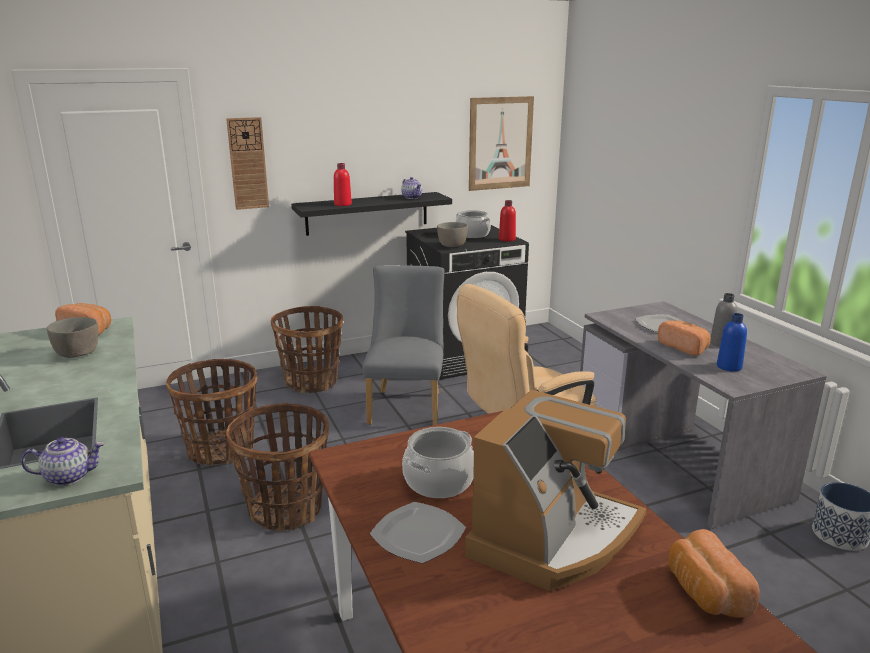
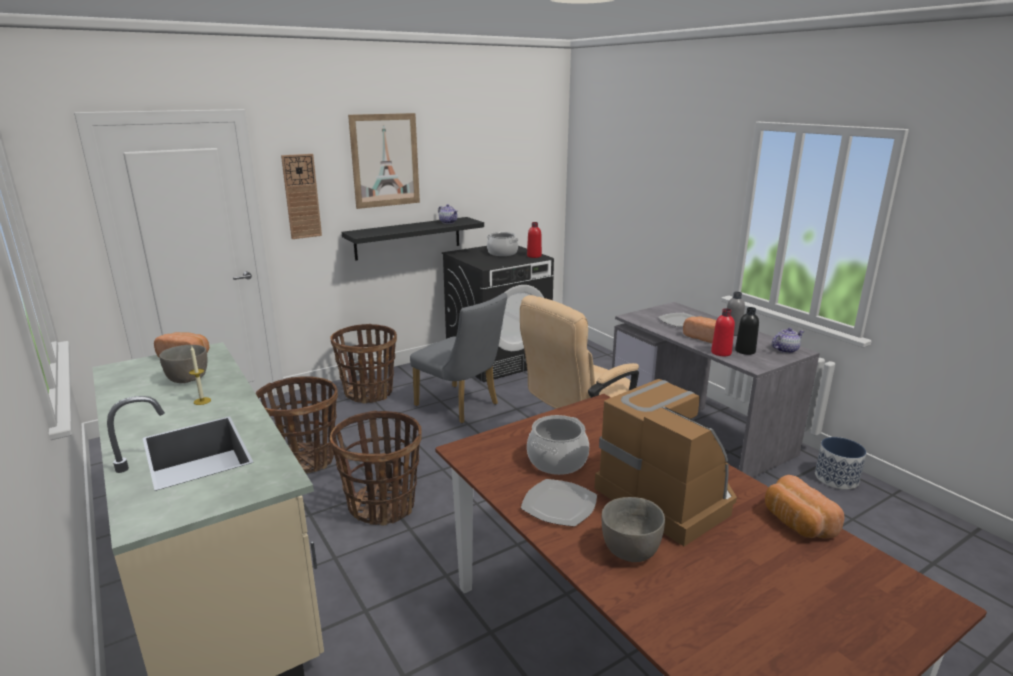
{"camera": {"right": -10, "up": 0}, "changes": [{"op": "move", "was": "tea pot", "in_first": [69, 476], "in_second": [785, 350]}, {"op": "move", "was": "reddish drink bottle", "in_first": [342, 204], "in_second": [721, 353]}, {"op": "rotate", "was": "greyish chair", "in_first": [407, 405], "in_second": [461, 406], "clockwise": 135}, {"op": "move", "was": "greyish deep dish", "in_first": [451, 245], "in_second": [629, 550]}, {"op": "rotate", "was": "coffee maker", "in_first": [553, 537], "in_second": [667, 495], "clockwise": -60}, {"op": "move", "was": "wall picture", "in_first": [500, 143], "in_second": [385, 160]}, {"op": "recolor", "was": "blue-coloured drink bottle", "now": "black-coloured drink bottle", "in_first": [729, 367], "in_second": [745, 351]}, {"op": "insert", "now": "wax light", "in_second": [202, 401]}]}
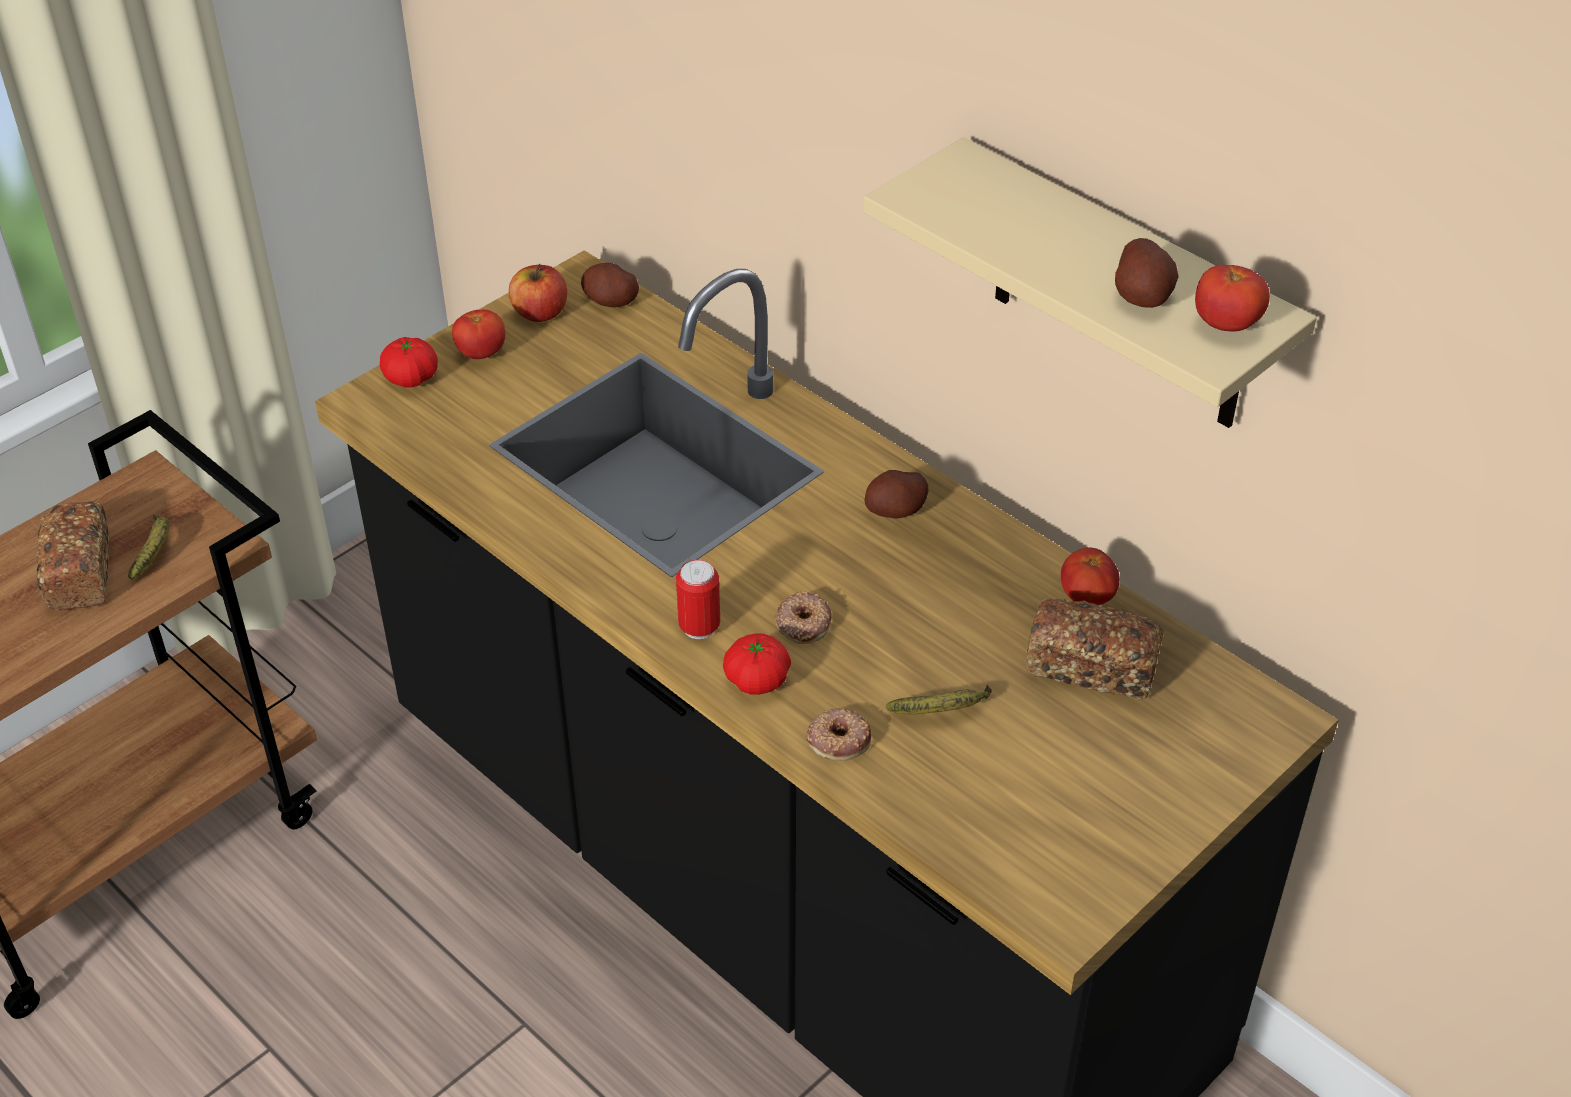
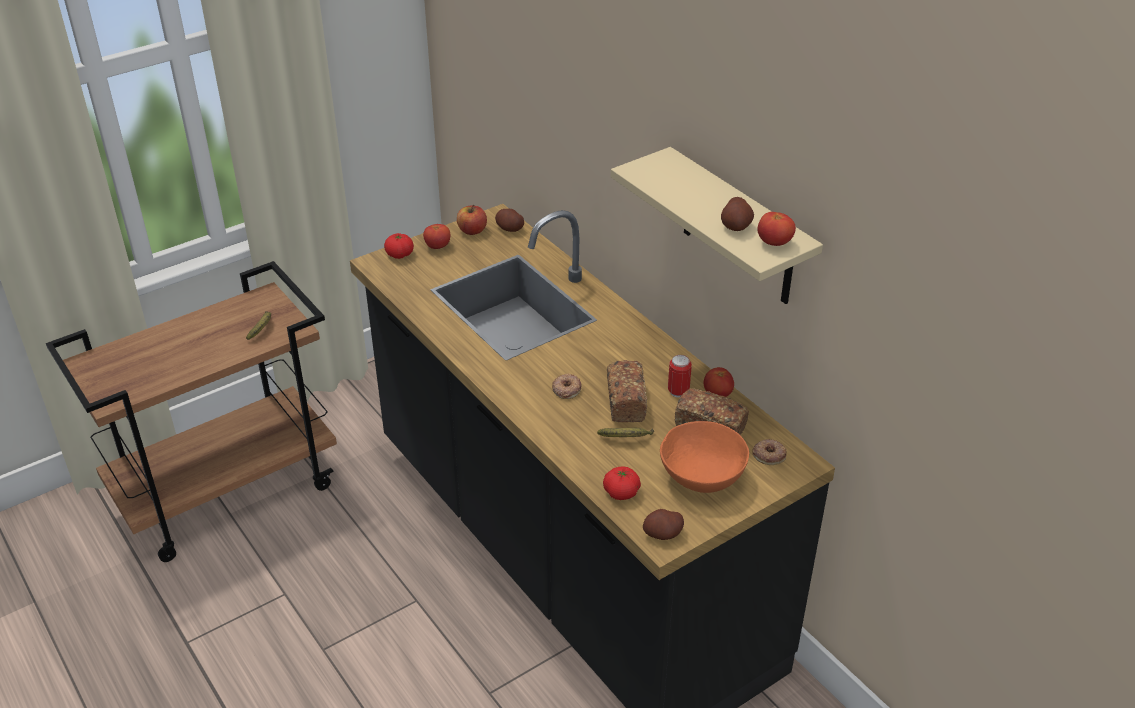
{"camera": {"right": 10, "up": -5}, "changes": [{"op": "move", "was": "baked bread", "in_first": [80, 572], "in_second": [625, 402]}, {"op": "move", "was": "sealed can", "in_first": [699, 627], "in_second": [678, 392]}, {"op": "move", "was": "tomato", "in_first": [757, 680], "in_second": [621, 492]}, {"op": "move", "was": "ring doughnut", "in_first": [838, 739], "in_second": [769, 454]}, {"op": "move", "was": "spud", "in_first": [896, 510], "in_second": [663, 534]}, {"op": "insert", "now": "orangey deep dish", "in_second": [702, 477]}]}
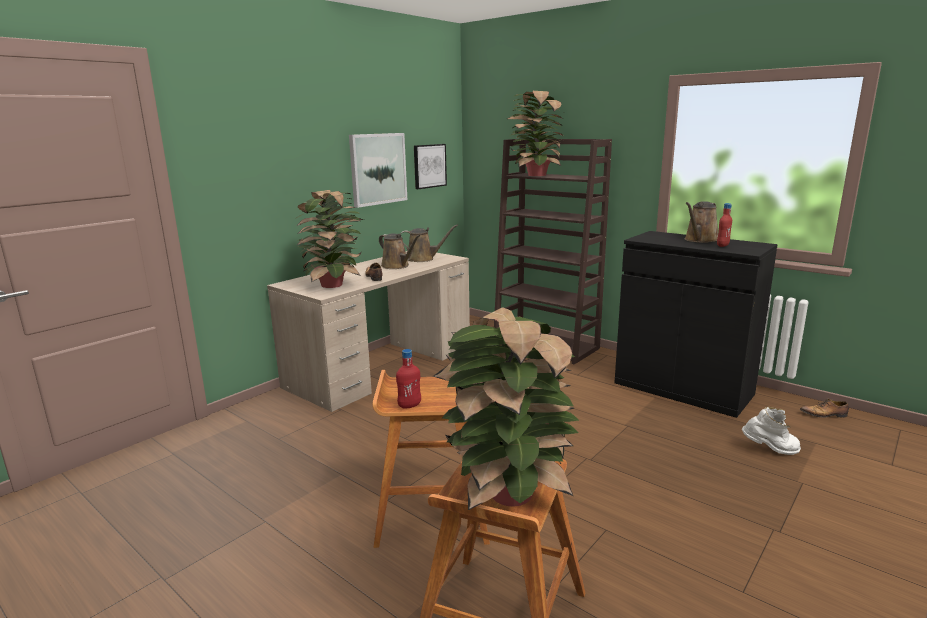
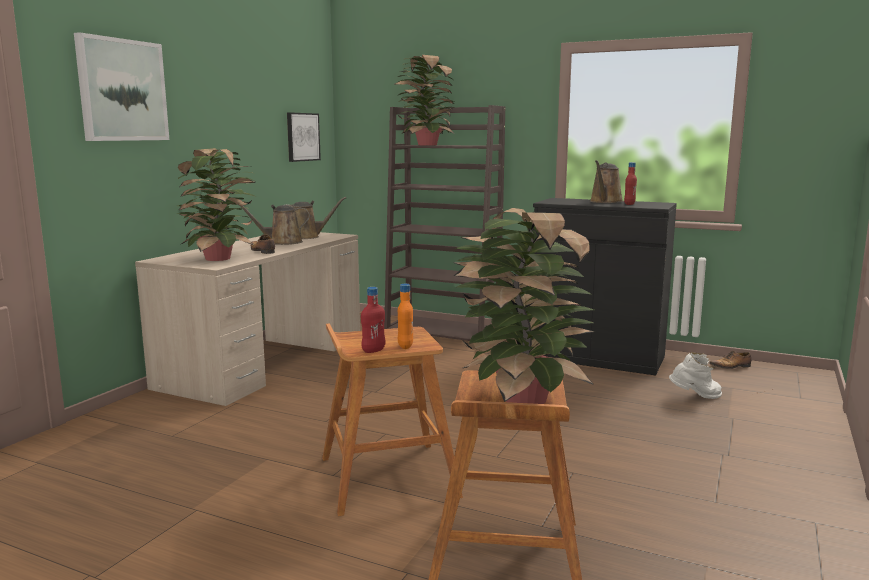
{"camera": {"right": -15, "up": -5}, "changes": [{"op": "move", "was": "wall picture", "in_first": [378, 169], "in_second": [122, 90]}, {"op": "rotate", "was": "brown-coloured sprinkling can", "in_first": [397, 266], "in_second": [281, 243], "clockwise": 135}, {"op": "insert", "now": "orangey drink bottle", "in_second": [405, 346]}]}
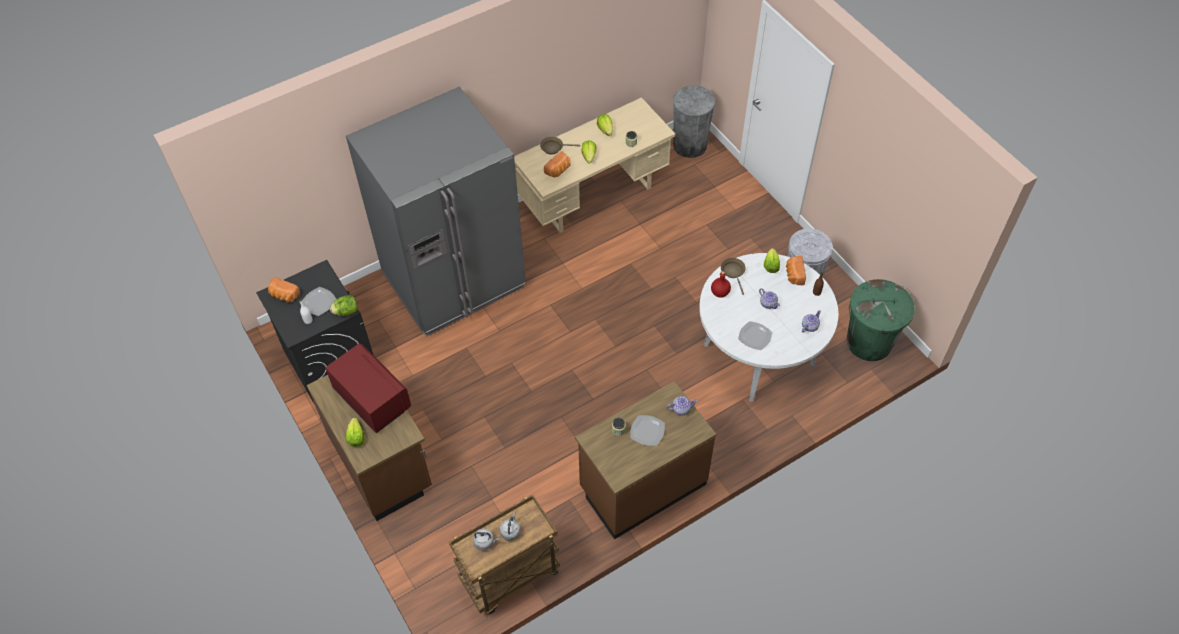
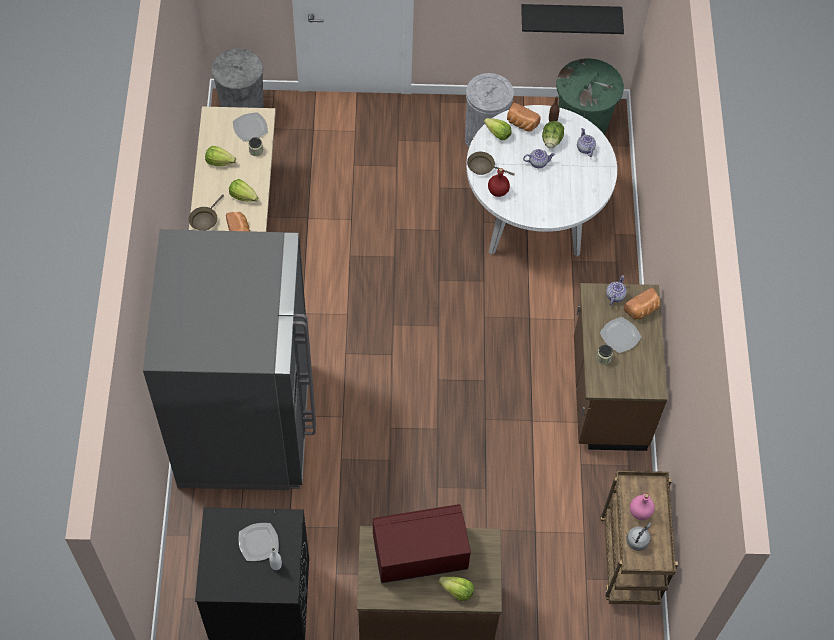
{"camera": {"right": -60, "up": 5}, "changes": [{"op": "move", "was": "baked bread", "in_first": [284, 296], "in_second": [642, 310]}, {"op": "move", "was": "lettuce head", "in_first": [346, 311], "in_second": [551, 140]}, {"op": "replace", "was": "greyish kettle", "now": "pink drink bottle", "in_first": [510, 531], "in_second": [639, 512]}, {"op": "move", "was": "dinner plate", "in_first": [755, 337], "in_second": [250, 128]}, {"op": "insert", "now": "black-coloured bracket shelf", "in_second": [570, 15]}]}
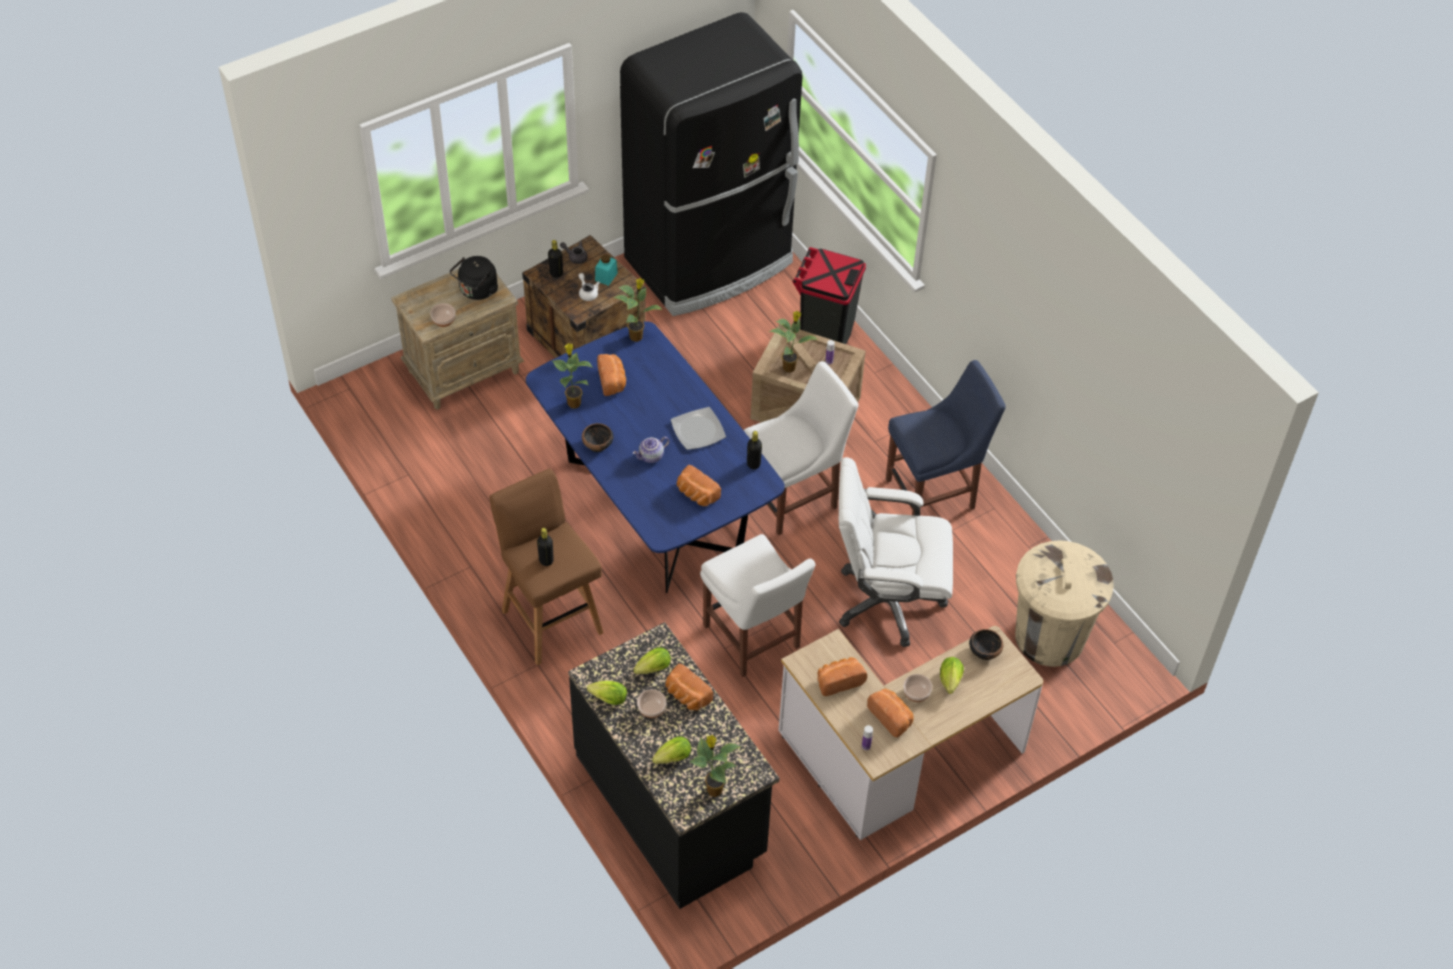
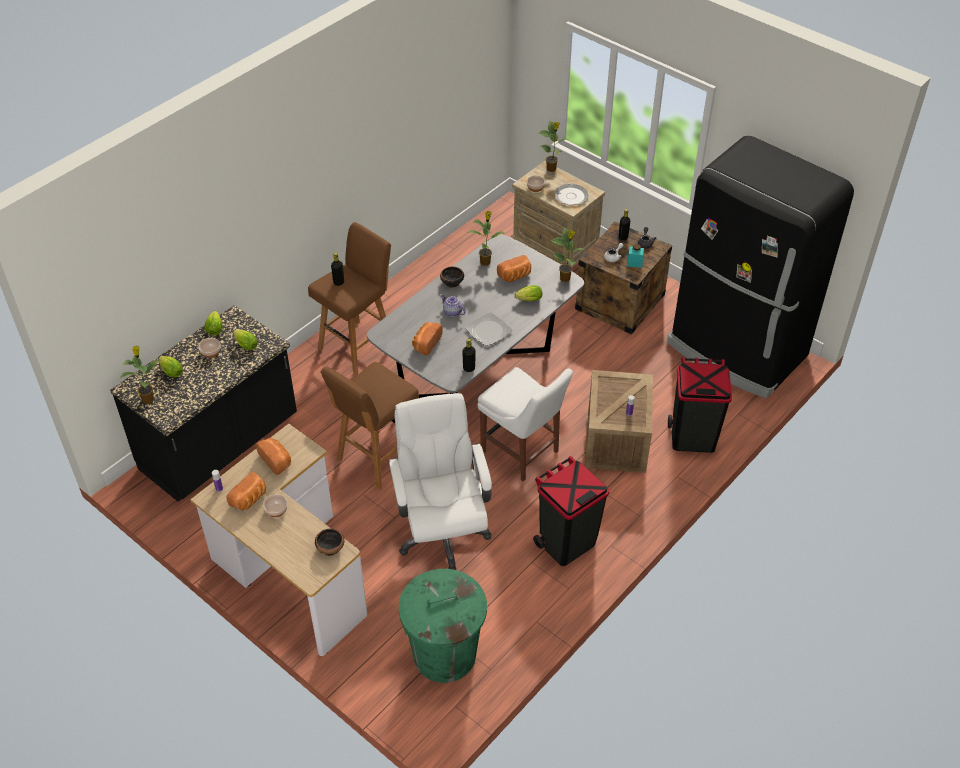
{"camera": {"right": 75, "up": -5}, "changes": [{"op": "replace", "was": "black-coloured kettle", "now": "dinner plate", "in_first": [477, 291], "in_second": [571, 196]}, {"op": "recolor", "was": "blue-coloured kitchen table", "now": "greyish kitchen table", "in_first": [654, 507], "in_second": [477, 375]}, {"op": "delete", "was": "baked bread", "in_first": [686, 696]}, {"op": "replace", "was": "white chair", "now": "brown-coloured stool seat", "in_first": [753, 640], "in_second": [376, 458]}, {"op": "move", "was": "plant in a pot", "in_first": [790, 367], "in_second": [551, 169]}, {"op": "replace", "was": "blue-coloured chair", "now": "black-coloured rubbish bin", "in_first": [934, 493], "in_second": [566, 543]}, {"op": "move", "was": "lettuce head", "in_first": [950, 682], "in_second": [528, 300]}, {"op": "recolor", "was": "sand-coloured rubbish bin", "now": "green rubbish bin", "in_first": [1049, 637], "in_second": [444, 654]}]}
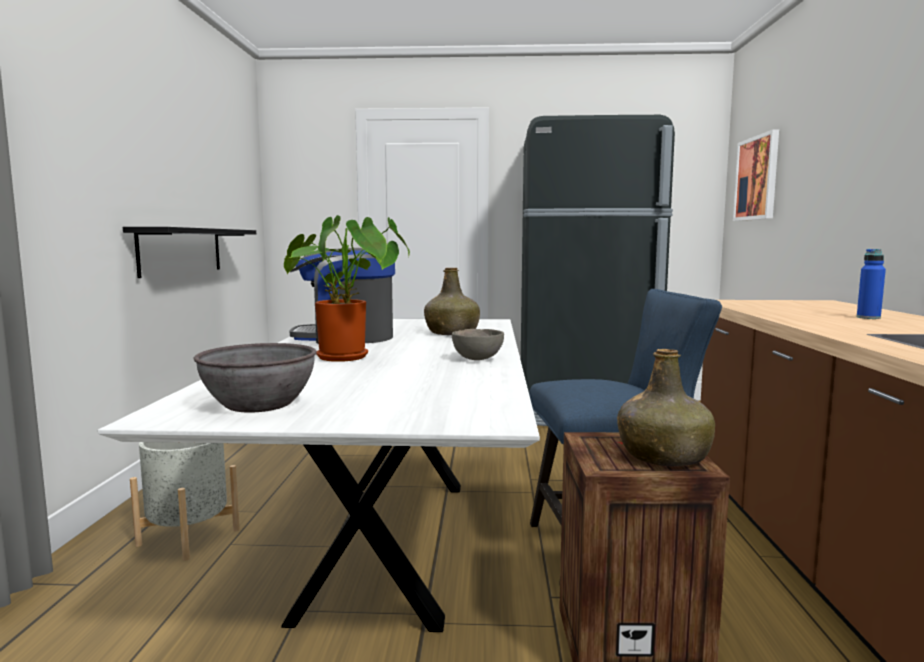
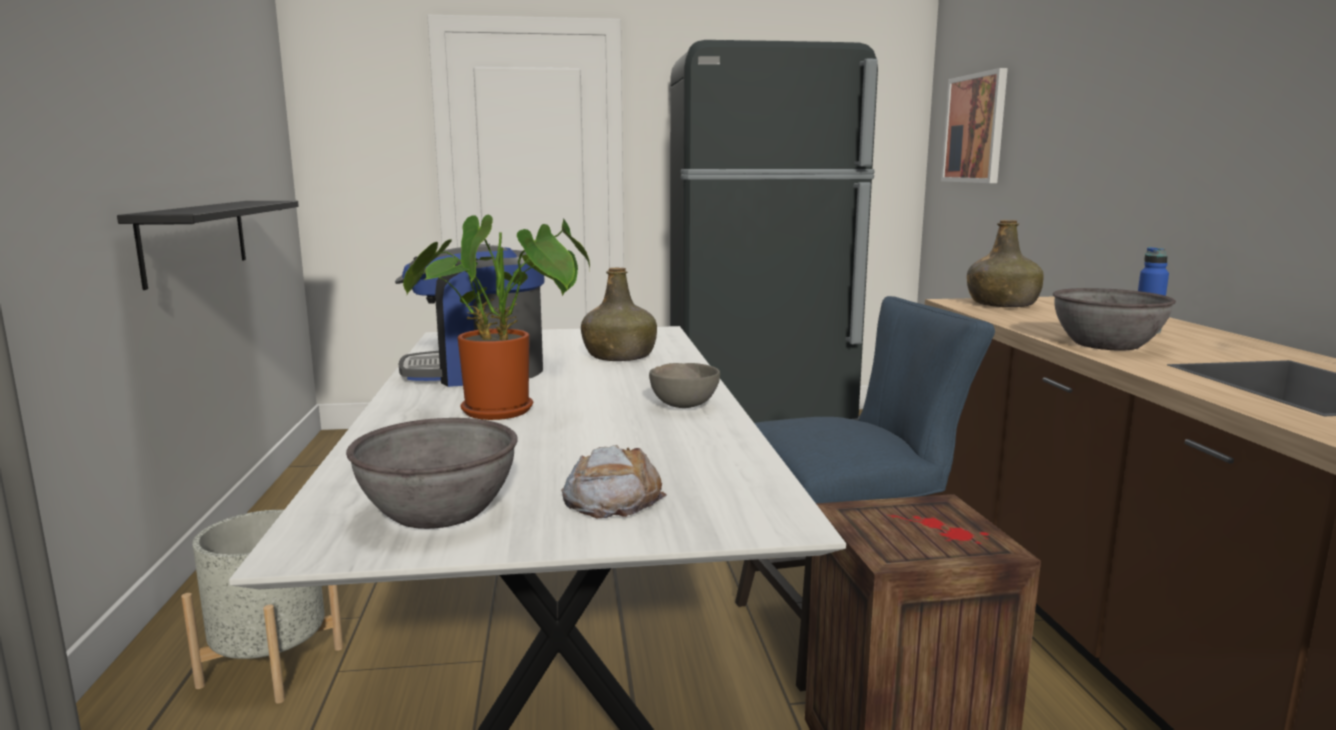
{"camera": {"right": -10, "up": 5}, "changes": [{"op": "move", "was": "green drink bottle", "in_first": [664, 456], "in_second": [1002, 304]}, {"op": "insert", "now": "baked bread", "in_second": [612, 497]}, {"op": "insert", "now": "greyish deep dish", "in_second": [1106, 344]}]}
